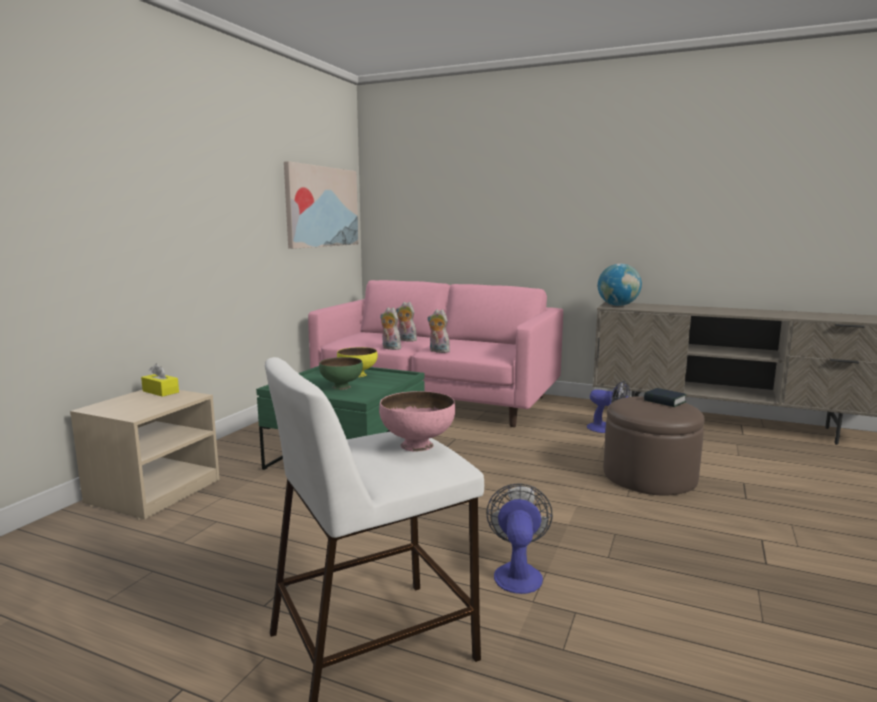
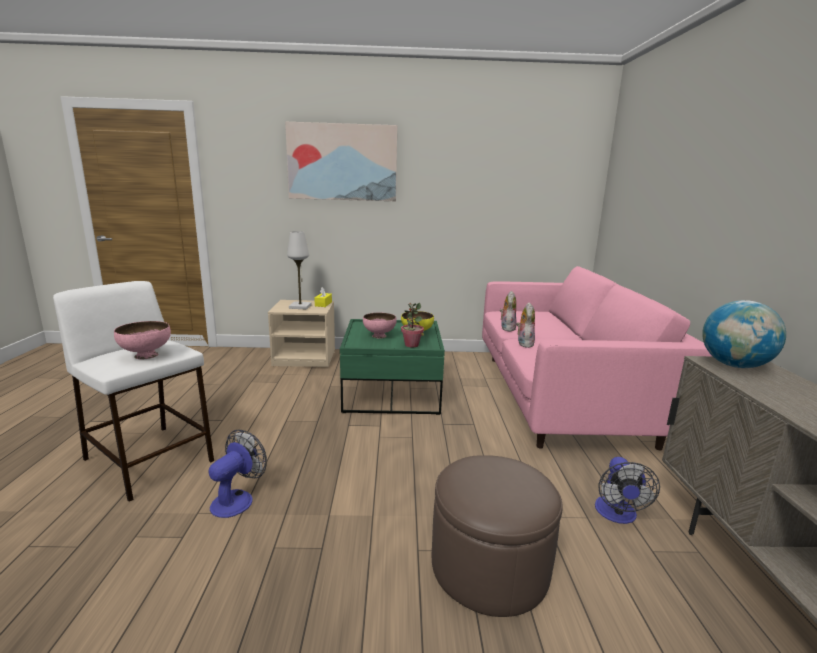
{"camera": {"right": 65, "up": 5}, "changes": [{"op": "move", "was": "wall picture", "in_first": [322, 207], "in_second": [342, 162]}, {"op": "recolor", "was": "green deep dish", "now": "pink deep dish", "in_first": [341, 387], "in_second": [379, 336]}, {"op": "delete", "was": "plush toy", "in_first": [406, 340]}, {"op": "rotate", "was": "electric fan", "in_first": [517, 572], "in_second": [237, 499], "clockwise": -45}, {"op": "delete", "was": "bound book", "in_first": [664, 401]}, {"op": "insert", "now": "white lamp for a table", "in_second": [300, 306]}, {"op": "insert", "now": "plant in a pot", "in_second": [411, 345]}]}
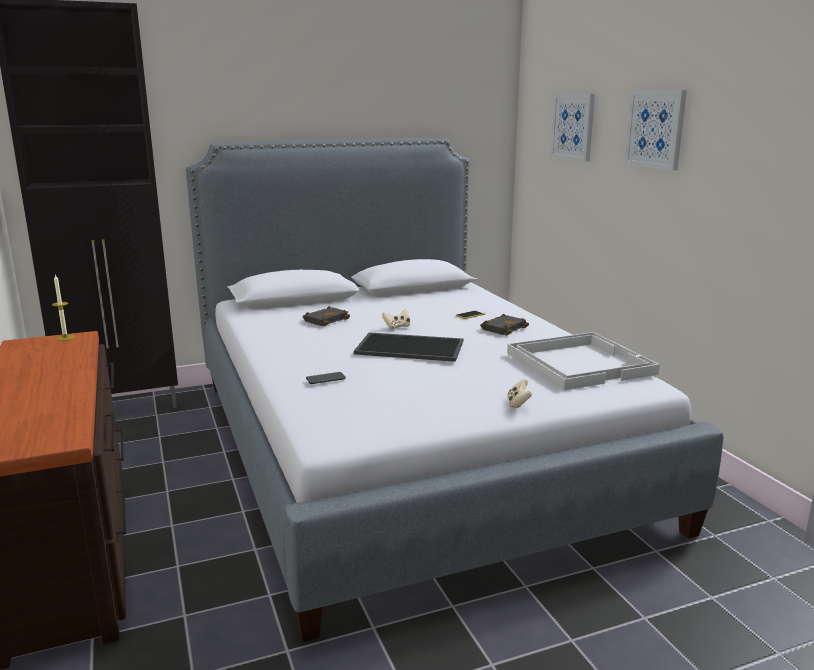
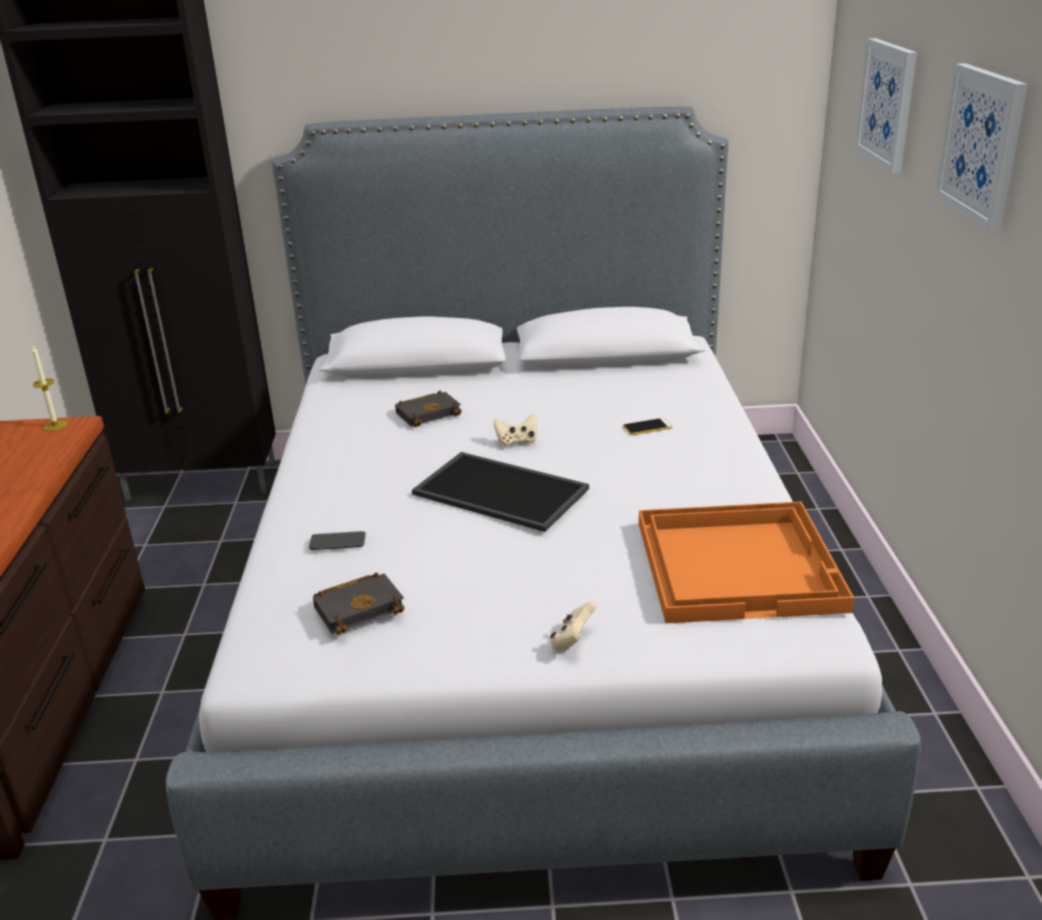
{"camera": {"right": 20, "up": 10}, "changes": [{"op": "move", "was": "black-coloured bound book", "in_first": [503, 328], "in_second": [360, 607]}, {"op": "recolor", "was": "white tray", "now": "orangey tray", "in_first": [580, 363], "in_second": [739, 564]}]}
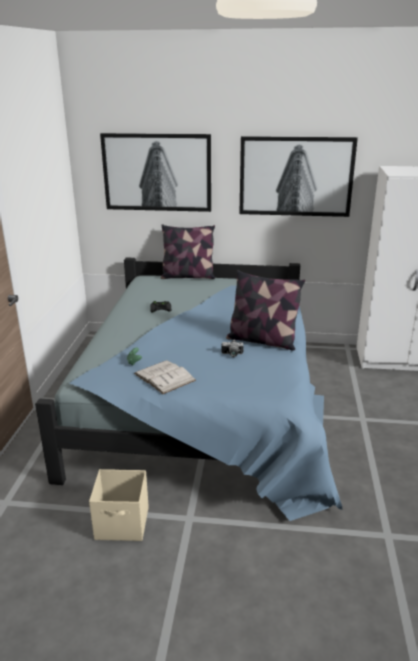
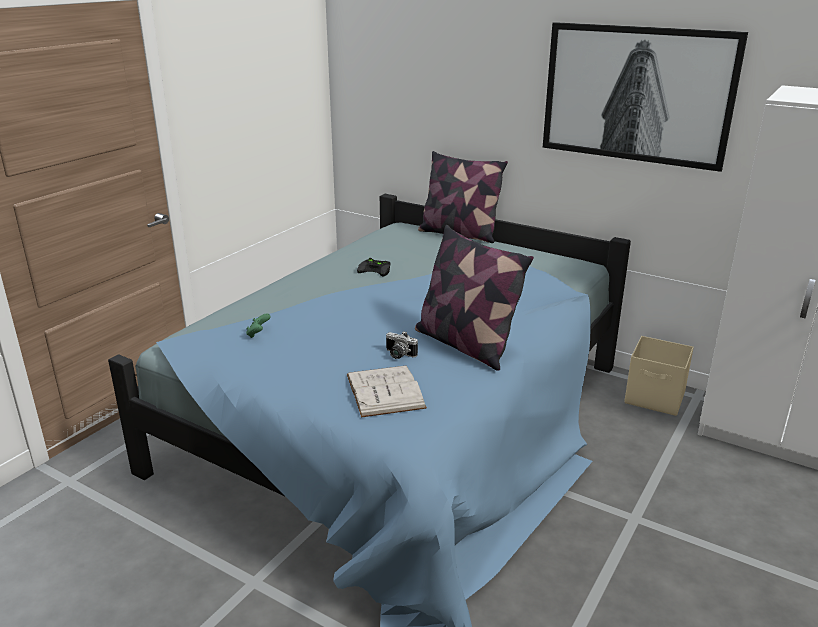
{"camera": {"right": 25, "up": 0}, "changes": [{"op": "move", "was": "sand-coloured storage container", "in_first": [123, 524], "in_second": [655, 398]}, {"op": "delete", "was": "wall picture", "in_first": [157, 172]}, {"op": "move", "was": "white bound book", "in_first": [164, 377], "in_second": [385, 391]}]}
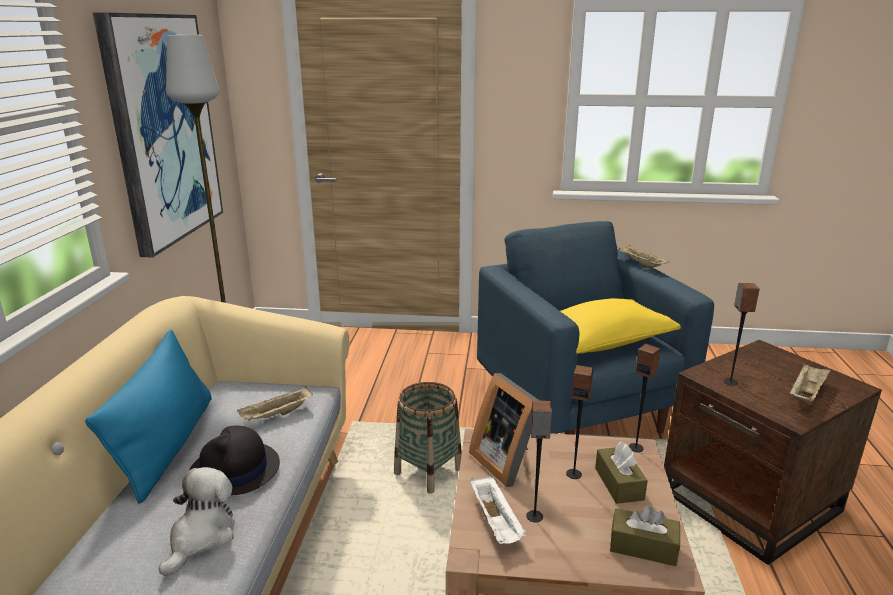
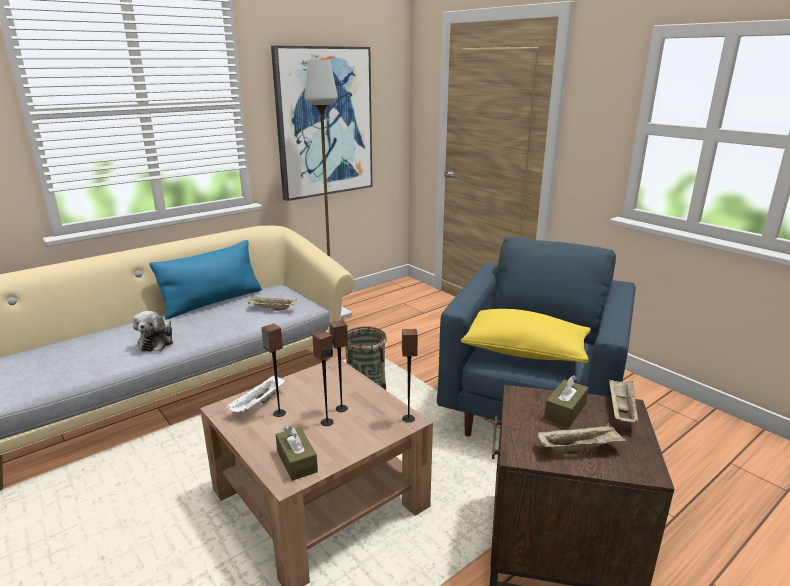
{"camera": {"right": 45, "up": 0}, "changes": [{"op": "rotate", "was": "plush toy", "in_first": [201, 537], "in_second": [157, 342], "clockwise": 120}, {"op": "delete", "was": "black-coloured wearable hat", "in_first": [235, 470]}, {"op": "delete", "was": "picture frame", "in_first": [507, 461]}, {"op": "move", "was": "brown-coloured tissue box", "in_first": [619, 484], "in_second": [565, 411]}, {"op": "move", "was": "sand-coloured tray", "in_first": [640, 264], "in_second": [621, 410]}, {"op": "move", "was": "loudspeaker", "in_first": [730, 382], "in_second": [327, 422]}]}
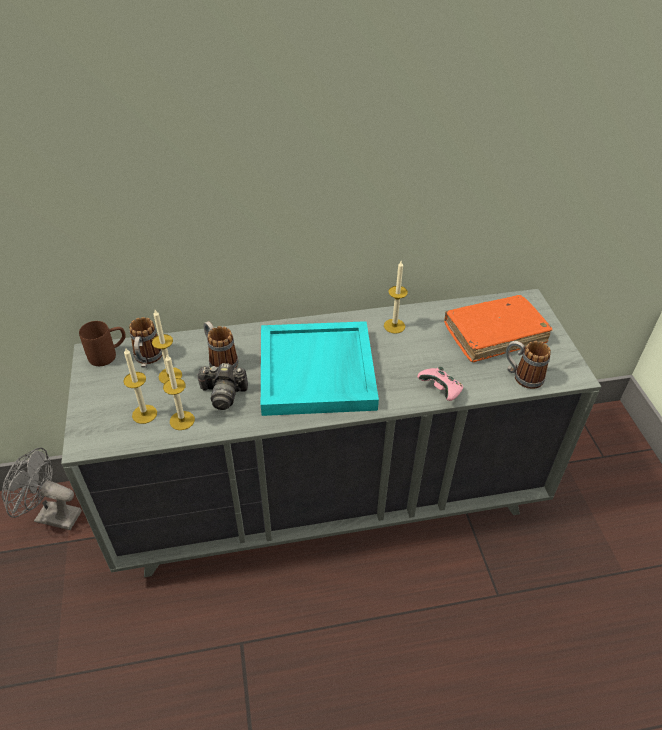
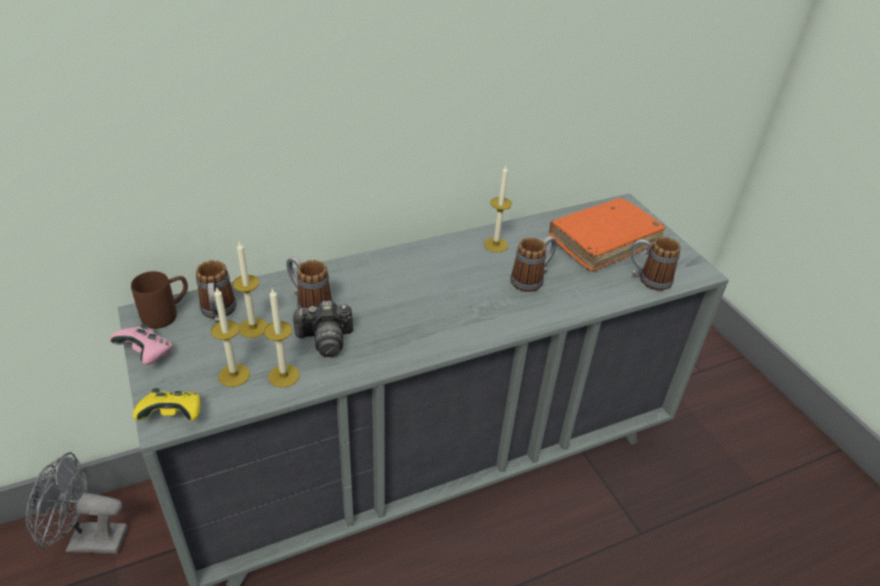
{"camera": {"right": -15, "up": -5}, "changes": [{"op": "delete", "was": "turquoise tray", "in_first": [318, 372]}, {"op": "move", "was": "pink game controller", "in_first": [441, 391], "in_second": [147, 354]}, {"op": "insert", "now": "yellow-coloured game controller", "in_second": [173, 416]}, {"op": "insert", "now": "mug", "in_second": [532, 279]}]}
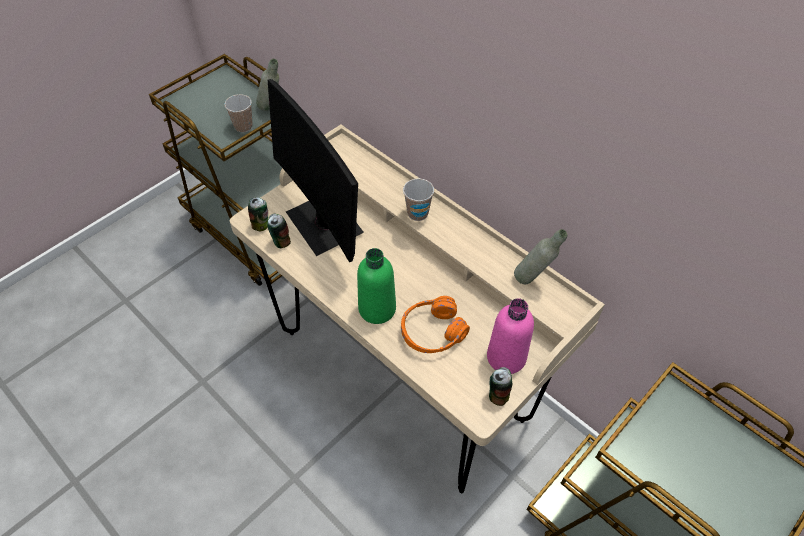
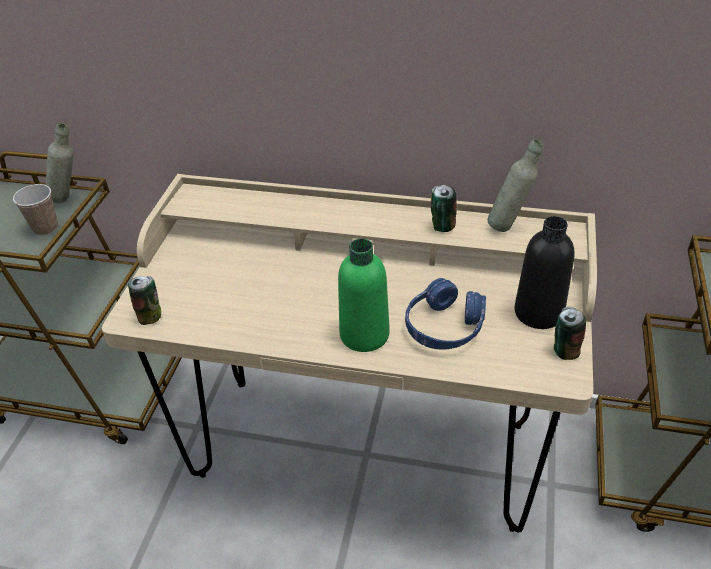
{"camera": {"right": -30, "up": -10}, "changes": [{"op": "move", "was": "sealed can", "in_first": [281, 241], "in_second": [442, 226]}, {"op": "delete", "was": "monitor", "in_first": [324, 224]}, {"op": "recolor", "was": "orangey headset", "now": "blue-coloured headset", "in_first": [432, 332], "in_second": [444, 327]}, {"op": "delete", "was": "cup", "in_first": [417, 213]}, {"op": "recolor", "was": "pink drink bottle", "now": "black-coloured drink bottle", "in_first": [506, 357], "in_second": [538, 312]}]}
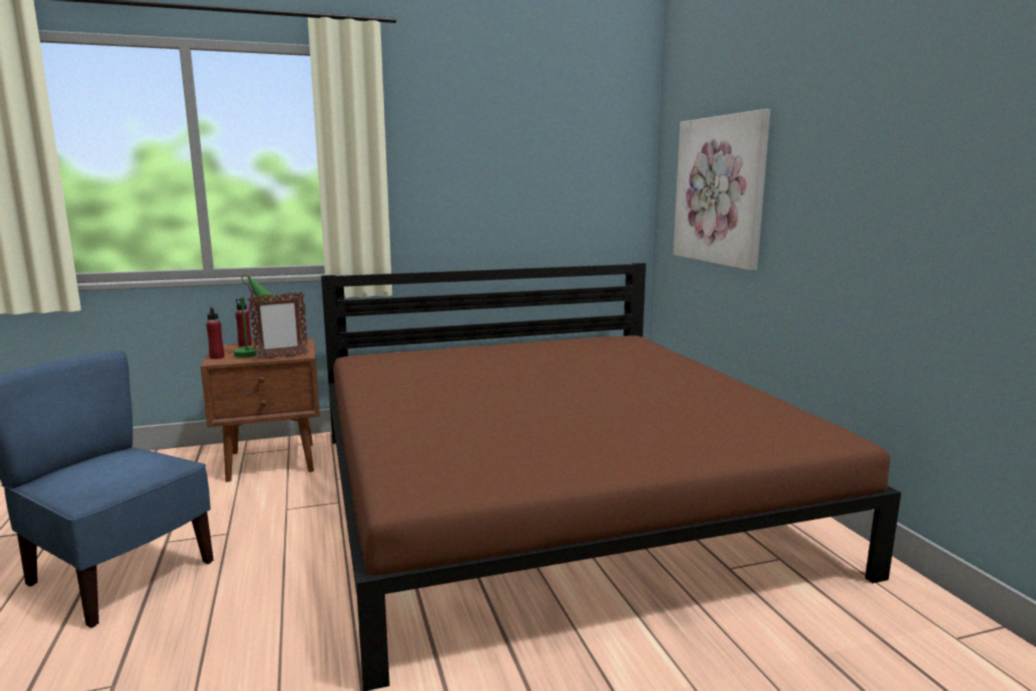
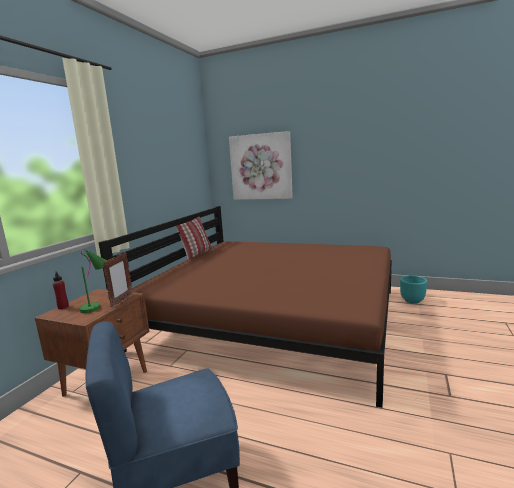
{"camera": {"right": -50, "up": 0}, "changes": [{"op": "delete", "was": "reddish drink bottle", "in_first": [217, 357]}, {"op": "insert", "now": "pillow", "in_second": [196, 254]}, {"op": "insert", "now": "turquoise plant pot", "in_second": [412, 300]}]}
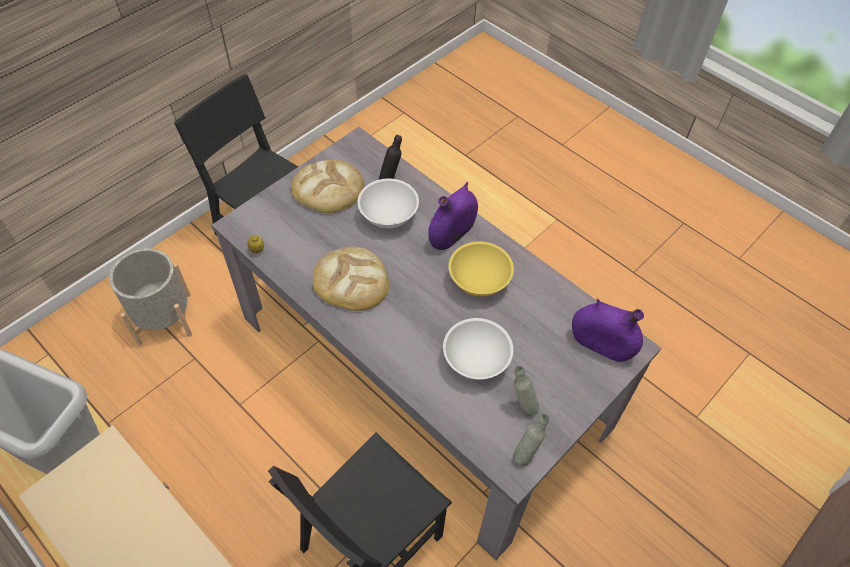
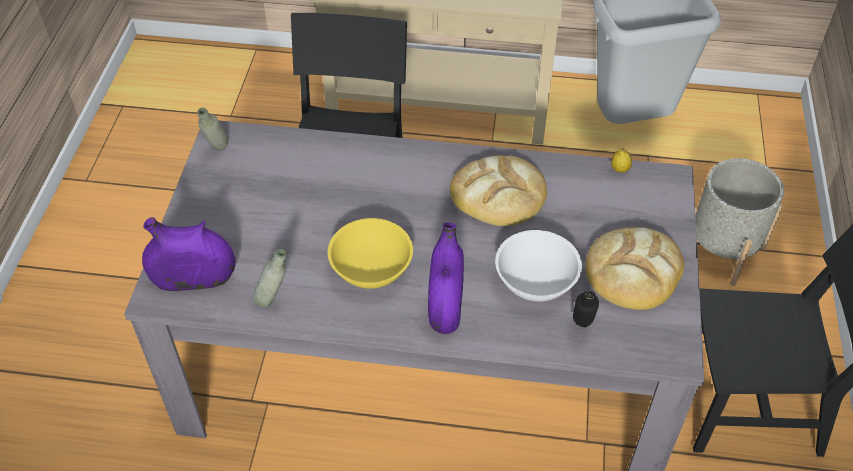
{"camera": {"right": 145, "up": -5}, "changes": [{"op": "delete", "was": "white deep dish", "in_first": [476, 360]}, {"op": "move", "was": "greyish drink bottle", "in_first": [522, 406], "in_second": [274, 301]}]}
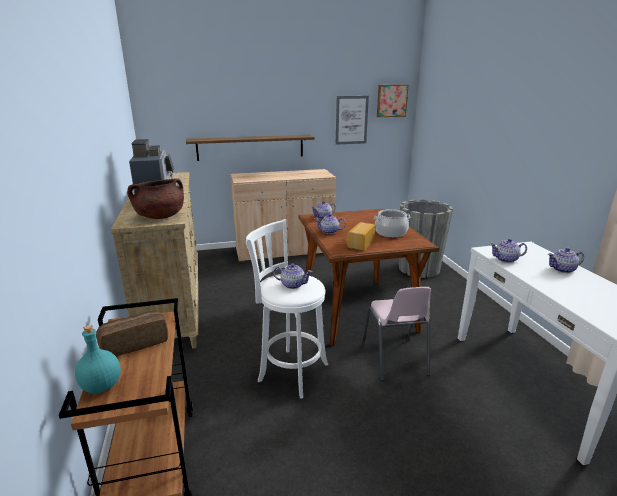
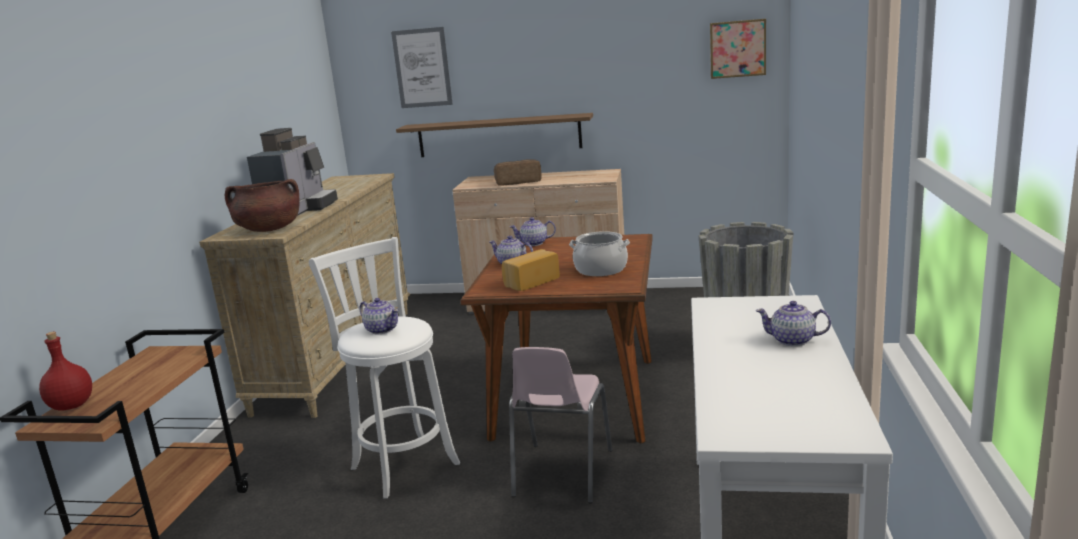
{"camera": {"right": 25, "up": -5}, "changes": [{"op": "recolor", "was": "turquoise drink bottle", "now": "reddish drink bottle", "in_first": [102, 386], "in_second": [72, 406]}, {"op": "move", "was": "baked bread", "in_first": [135, 343], "in_second": [518, 182]}, {"op": "move", "was": "wall picture", "in_first": [351, 120], "in_second": [422, 68]}, {"op": "delete", "was": "tea pot", "in_first": [506, 259]}]}
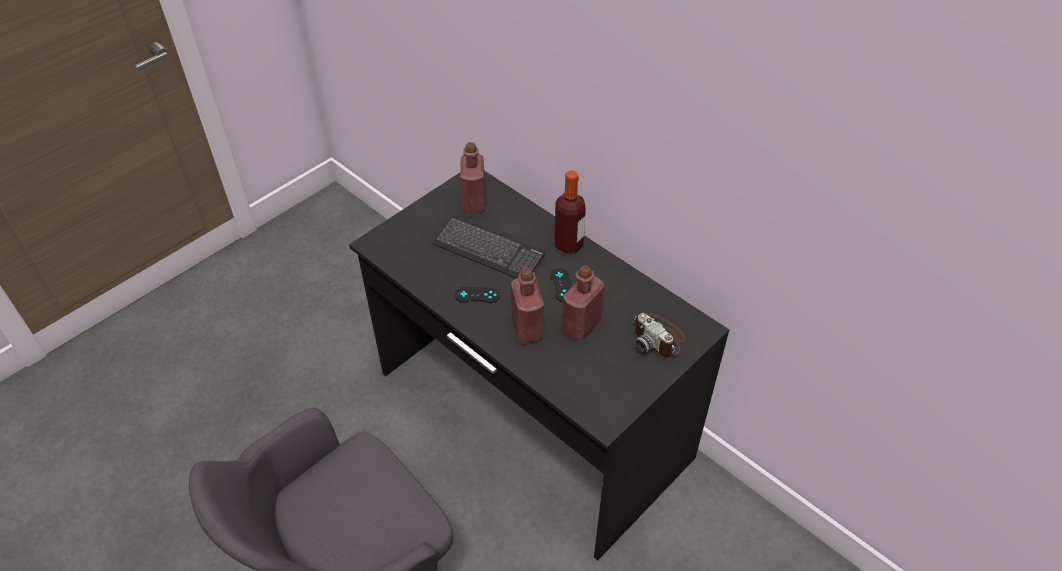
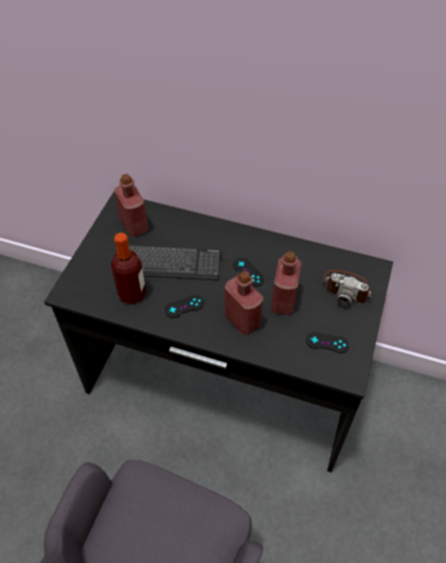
{"camera": {"right": -25, "up": 5}, "changes": [{"op": "move", "was": "drink bottle", "in_first": [568, 245], "in_second": [132, 294]}, {"op": "insert", "now": "black-coloured game controller", "in_second": [327, 343]}]}
